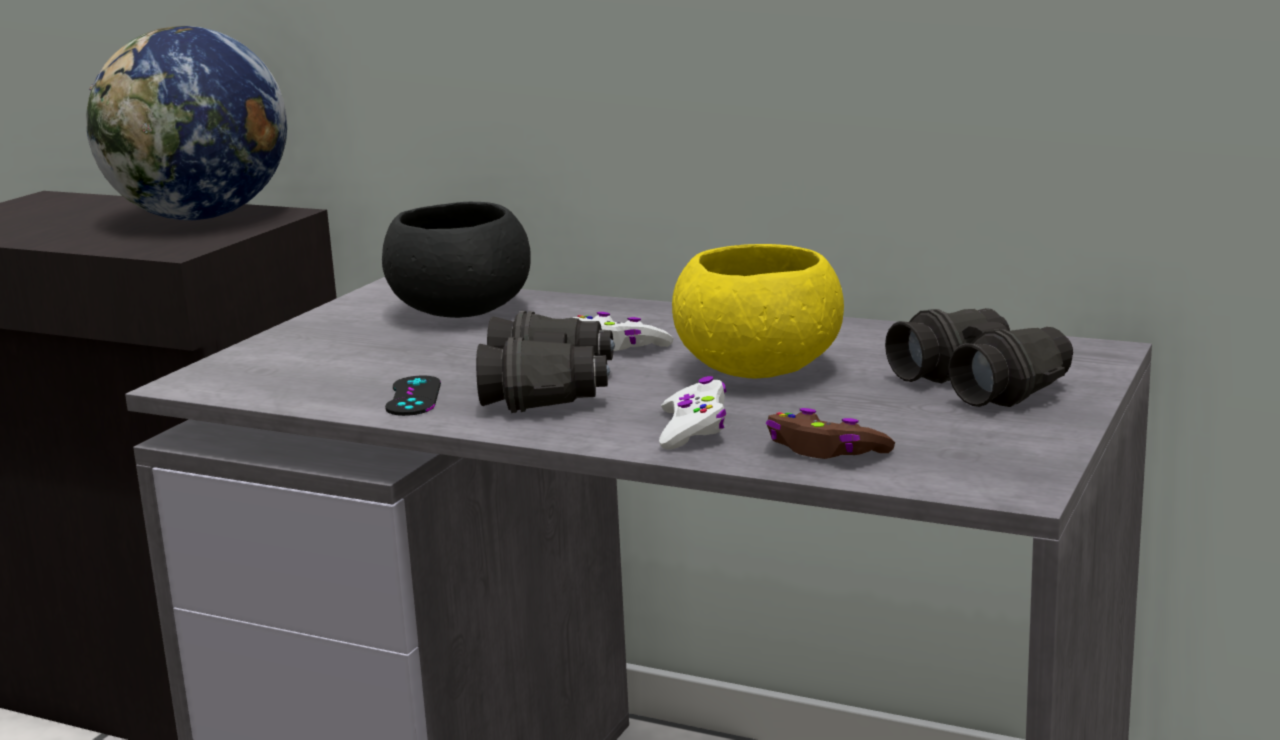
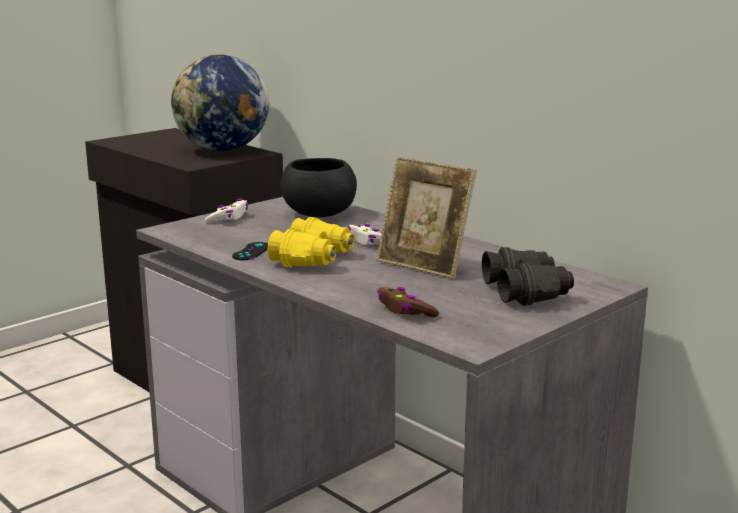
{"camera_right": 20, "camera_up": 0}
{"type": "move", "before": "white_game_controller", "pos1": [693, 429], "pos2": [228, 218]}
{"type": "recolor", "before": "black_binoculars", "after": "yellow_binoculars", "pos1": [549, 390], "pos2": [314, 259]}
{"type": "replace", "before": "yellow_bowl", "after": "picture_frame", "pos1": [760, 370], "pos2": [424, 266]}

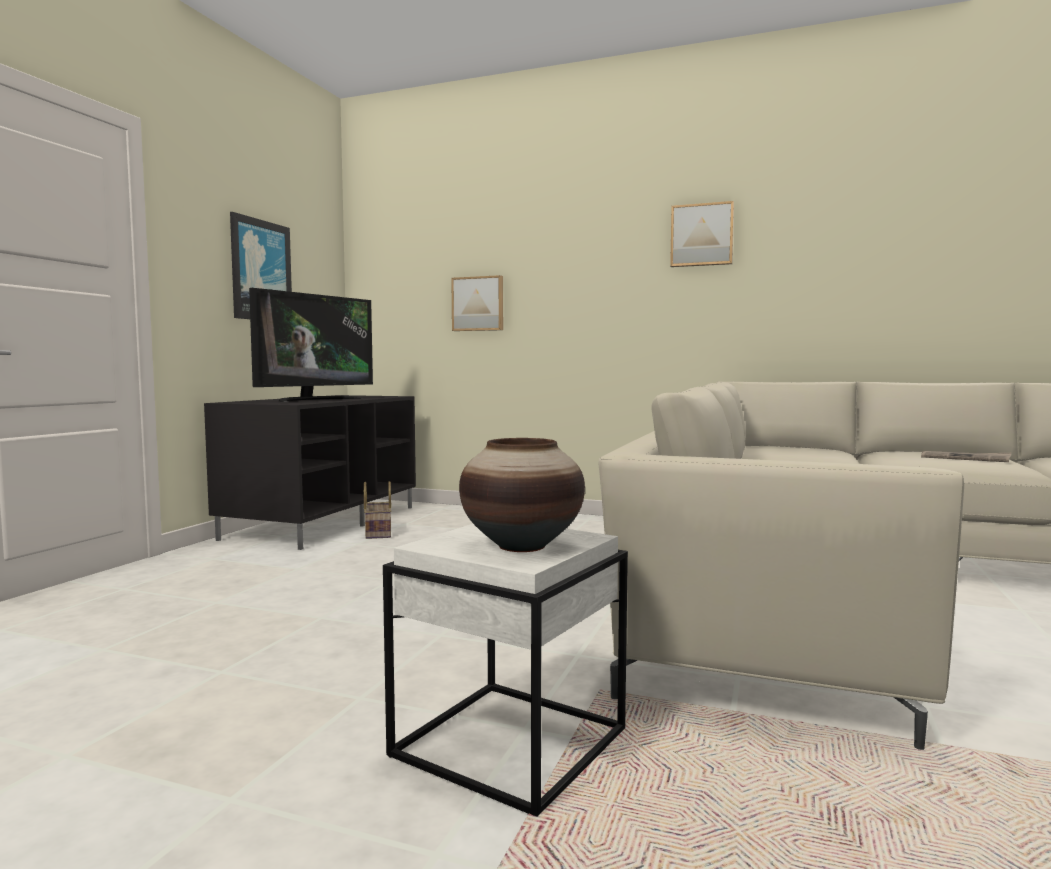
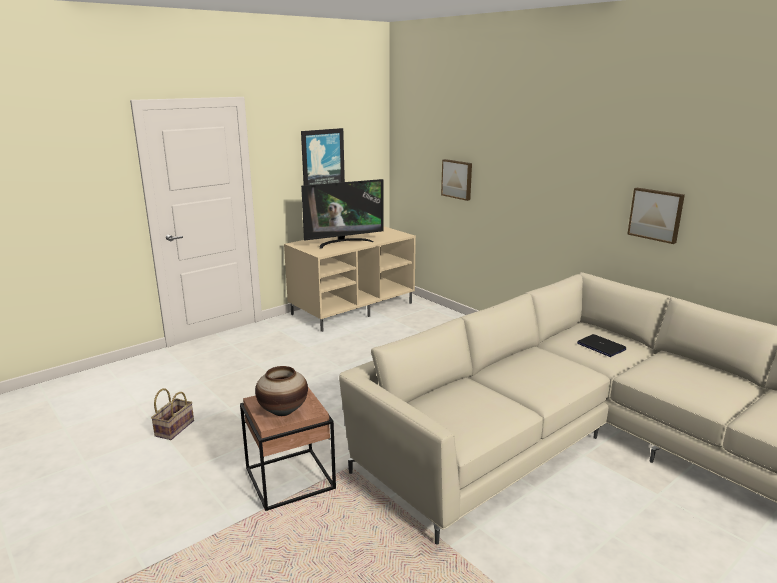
{"camera_right": 30, "camera_up": 15}
{"type": "move", "before": "basket", "pos1": [377, 532], "pos2": [174, 428]}
{"type": "recolor", "before": "white_side_table", "after": "brown_side_table", "pos1": [507, 743], "pos2": [289, 479]}
{"type": "recolor", "before": "black_tv_stand", "after": "beige_tv_stand", "pos1": [323, 522], "pos2": [353, 308]}
{"type": "insert", "after": "laptop", "pos2": [600, 346]}
{"type": "move", "before": "picture", "pos1": [702, 235], "pos2": [656, 214]}
{"type": "delete", "before": "newspaper", "pos1": [965, 458]}

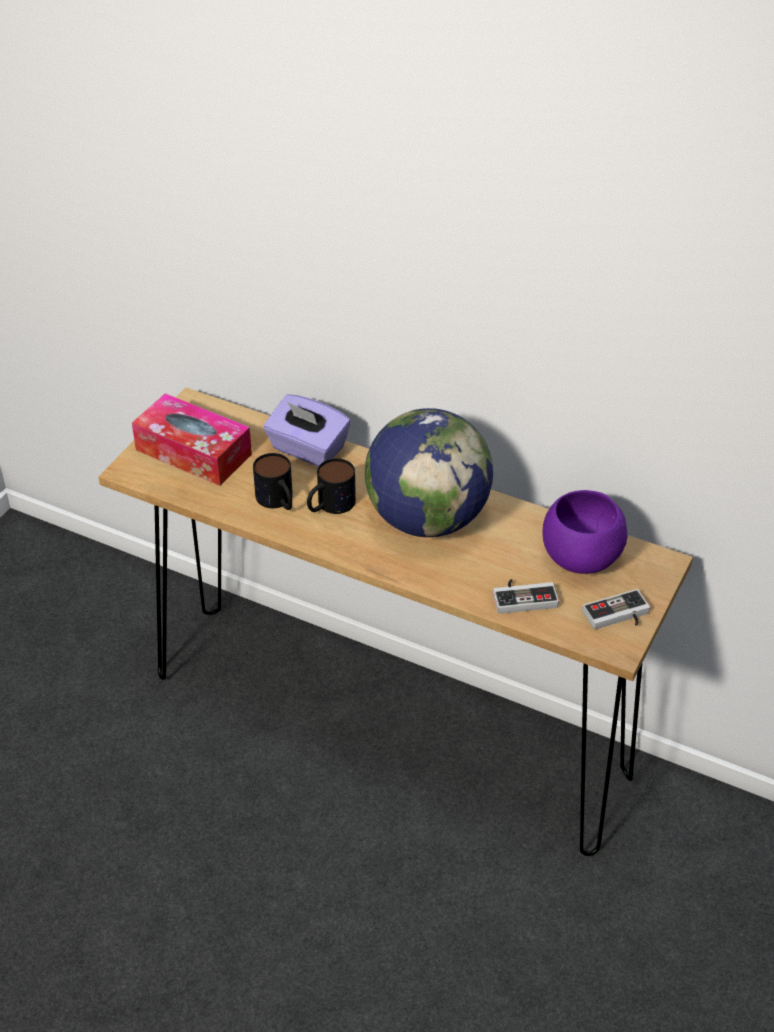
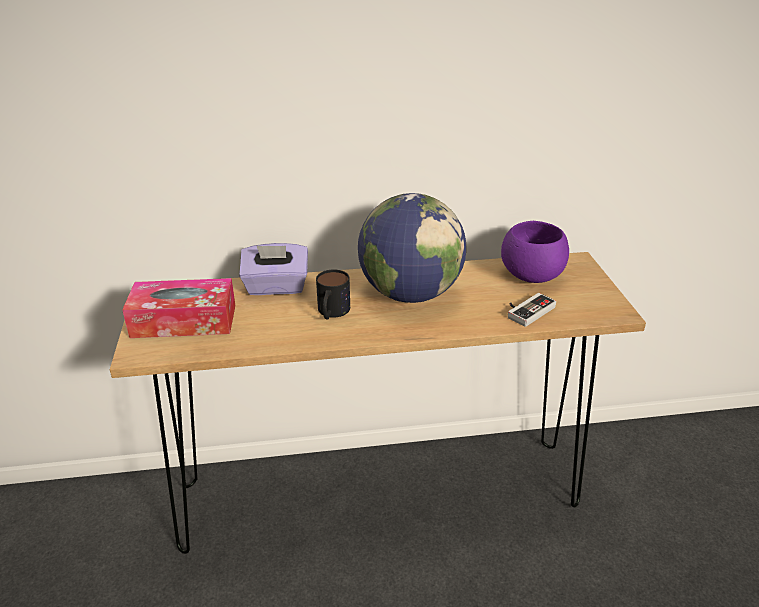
{"camera_right": -35, "camera_up": -10}
{"type": "delete", "before": "mug", "pos1": [278, 501]}
{"type": "delete", "before": "game_controller", "pos1": [618, 617]}

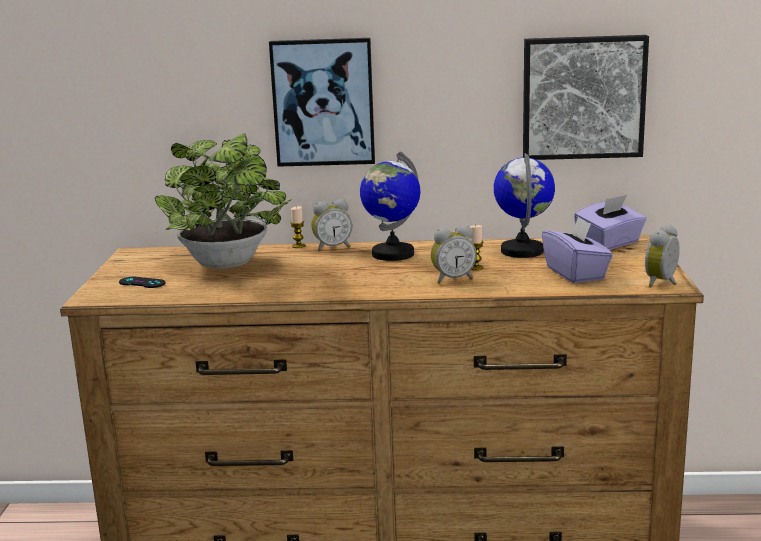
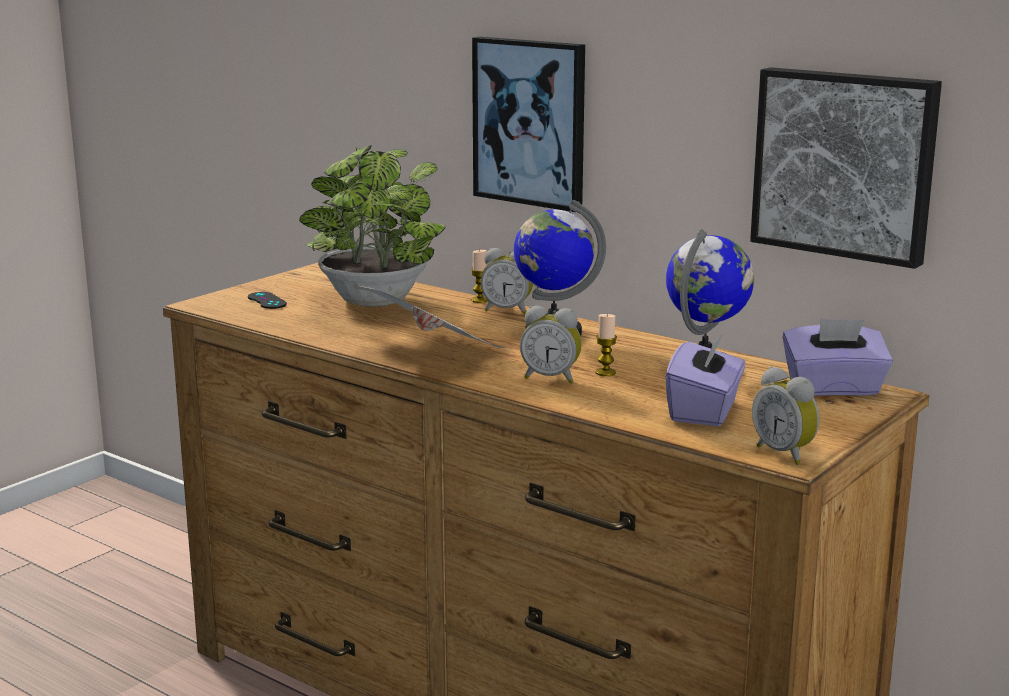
{"camera_right": 35, "camera_up": 0}
{"type": "insert", "after": "newspaper", "pos2": [433, 357]}
{"type": "rotate", "before": "alarm_clock", "pos1": [663, 283], "pos2": [785, 453], "turn": -105}

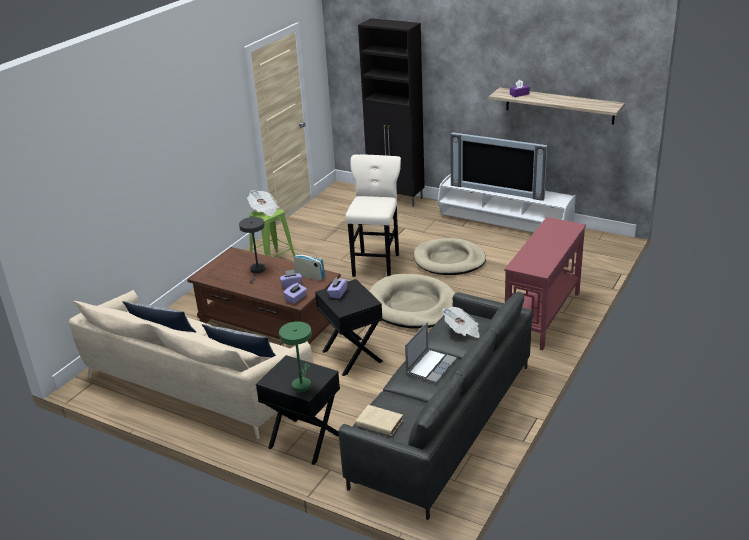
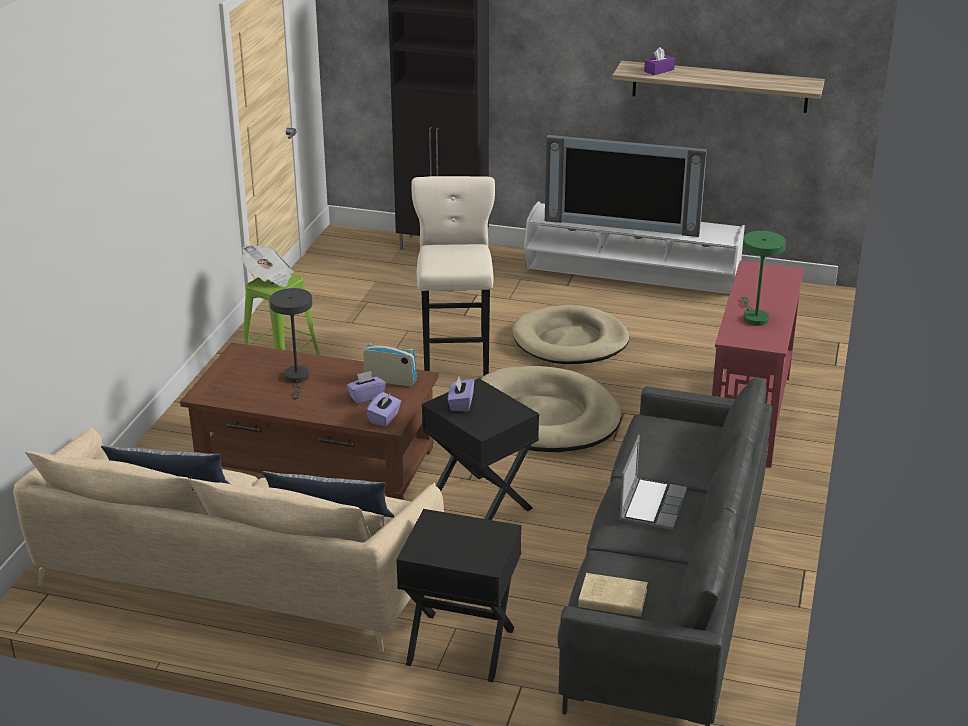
{"camera_right": -15, "camera_up": 0}
{"type": "move", "before": "green_table_lamp", "pos1": [301, 383], "pos2": [754, 317]}
{"type": "delete", "before": "newspaper", "pos1": [462, 331]}

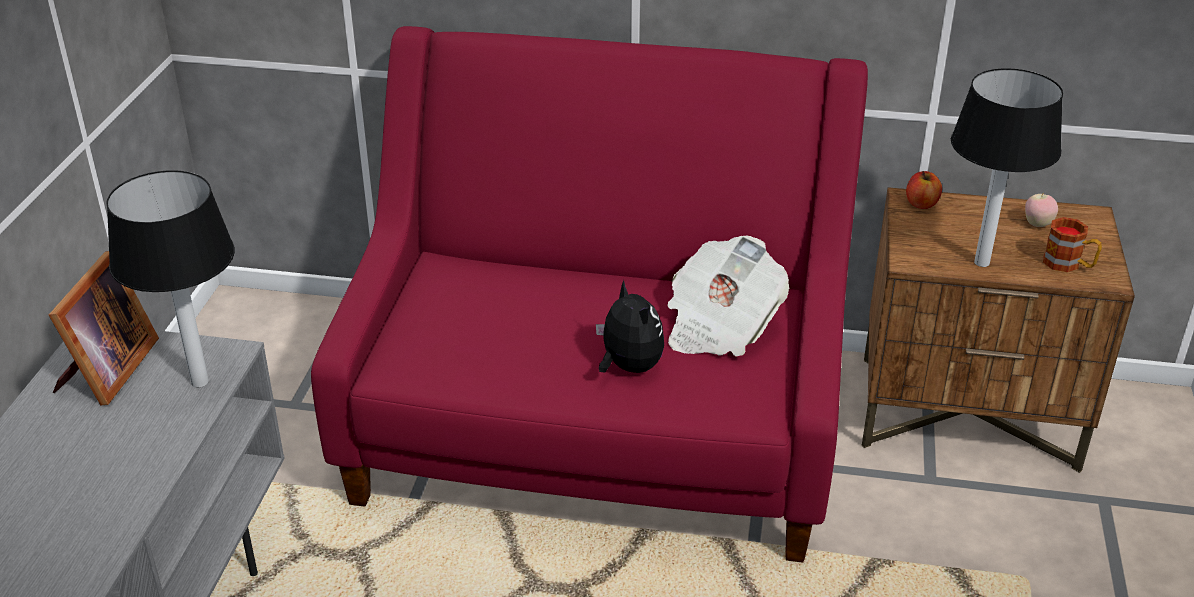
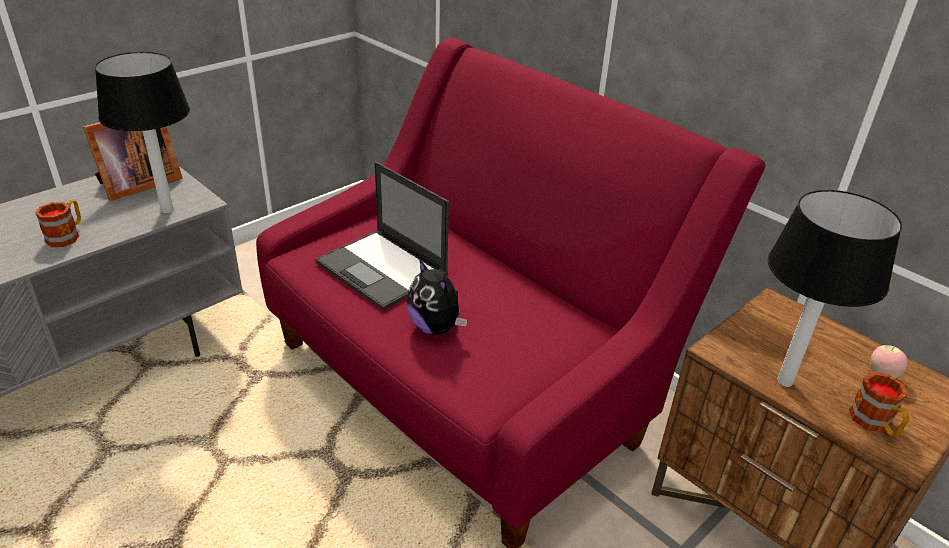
{"camera_right": 35, "camera_up": 0}
{"type": "insert", "after": "mug", "pos2": [67, 235]}
{"type": "insert", "after": "laptop", "pos2": [383, 269]}
{"type": "rotate", "before": "plush_toy", "pos1": [628, 367], "pos2": [436, 327], "turn": 135}
{"type": "delete", "before": "newspaper", "pos1": [720, 325]}
{"type": "delete", "before": "apple", "pos1": [921, 204]}

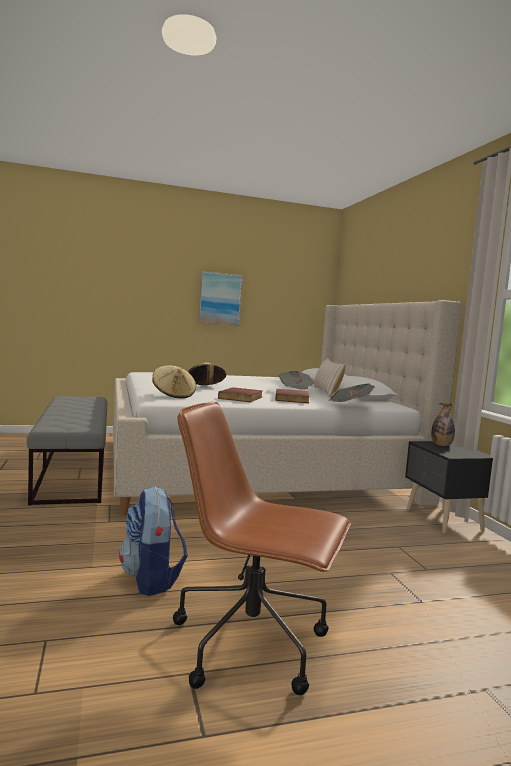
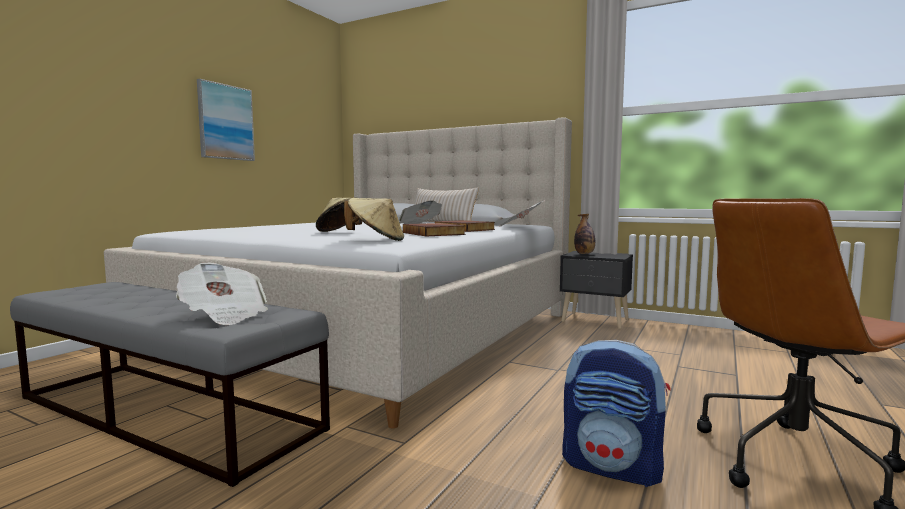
{"camera_right": -45, "camera_up": 0}
{"type": "insert", "after": "newspaper", "pos2": [224, 315]}

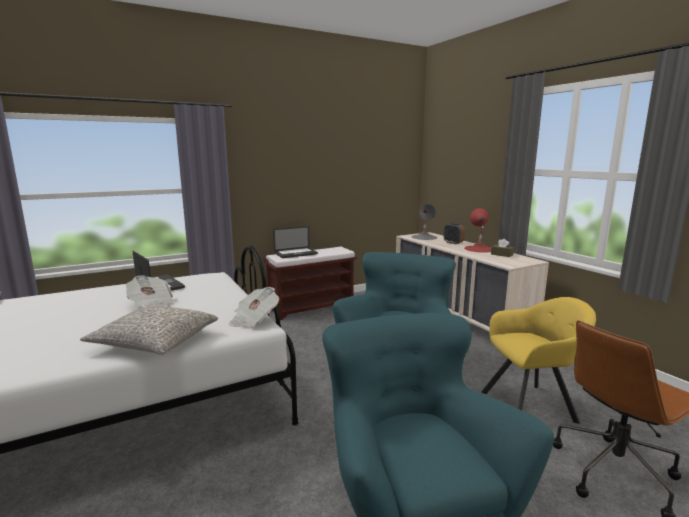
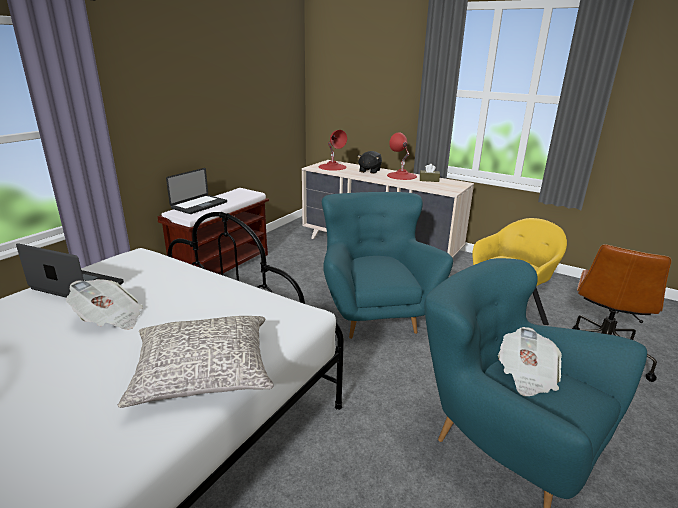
{"camera_right": -30, "camera_up": 10}
{"type": "recolor", "before": "grey_table_lamp", "after": "red_table_lamp", "pos1": [424, 237], "pos2": [332, 167]}
{"type": "replace", "before": "alarm_clock", "after": "black_plush_toy", "pos1": [453, 243], "pos2": [369, 171]}
{"type": "move", "before": "newspaper", "pos1": [254, 320], "pos2": [526, 376]}

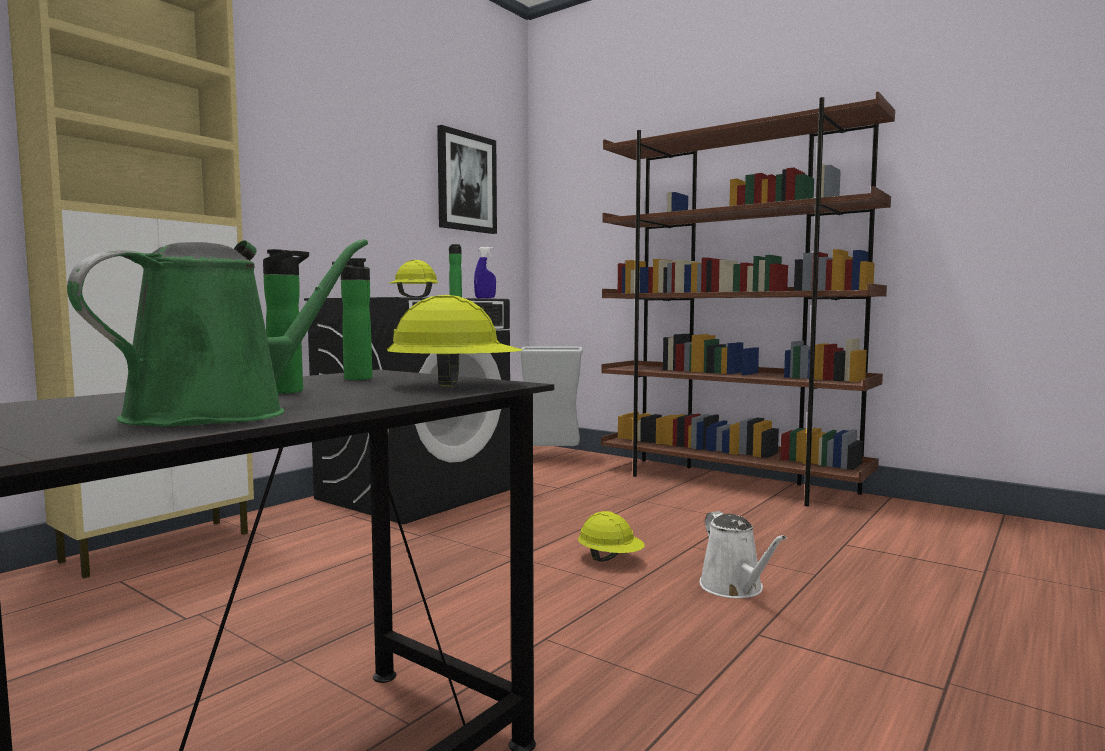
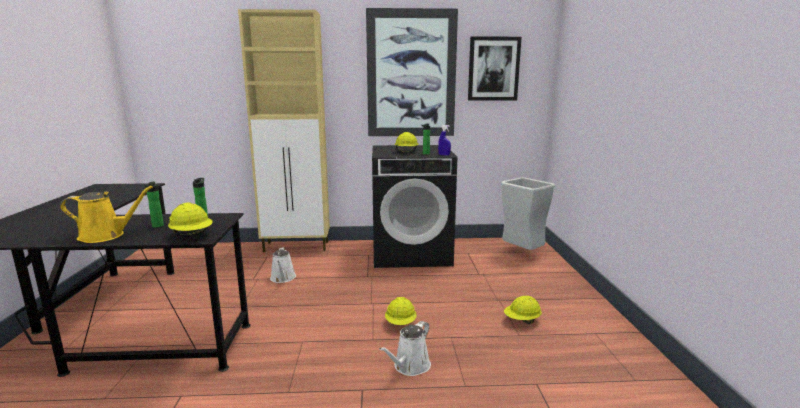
{"camera_right": 50, "camera_up": 10}
{"type": "recolor", "before": "green_watering_can", "after": "yellow_watering_can", "pos1": [222, 413], "pos2": [106, 236]}
{"type": "insert", "after": "white_watering_can", "pos2": [283, 278]}
{"type": "insert", "after": "picture", "pos2": [411, 74]}
{"type": "insert", "after": "yellow_hard_hat", "pos2": [522, 320]}
{"type": "delete", "before": "brown_bookcase", "pos1": [729, 482]}

